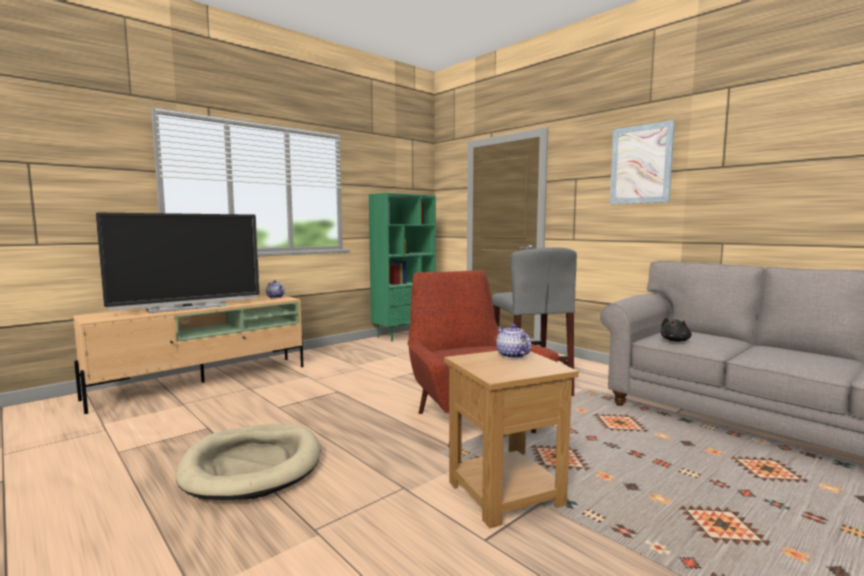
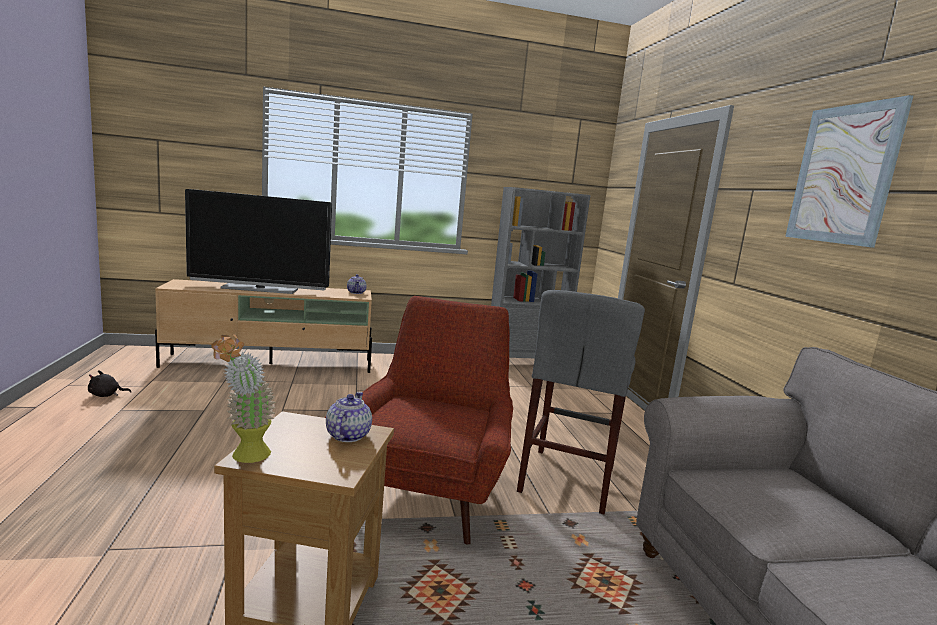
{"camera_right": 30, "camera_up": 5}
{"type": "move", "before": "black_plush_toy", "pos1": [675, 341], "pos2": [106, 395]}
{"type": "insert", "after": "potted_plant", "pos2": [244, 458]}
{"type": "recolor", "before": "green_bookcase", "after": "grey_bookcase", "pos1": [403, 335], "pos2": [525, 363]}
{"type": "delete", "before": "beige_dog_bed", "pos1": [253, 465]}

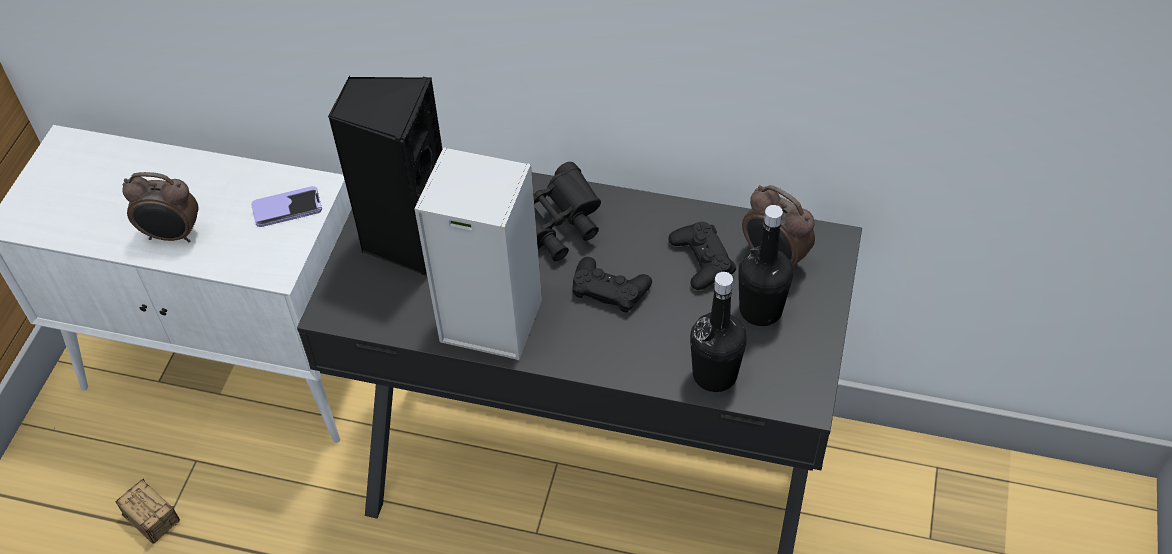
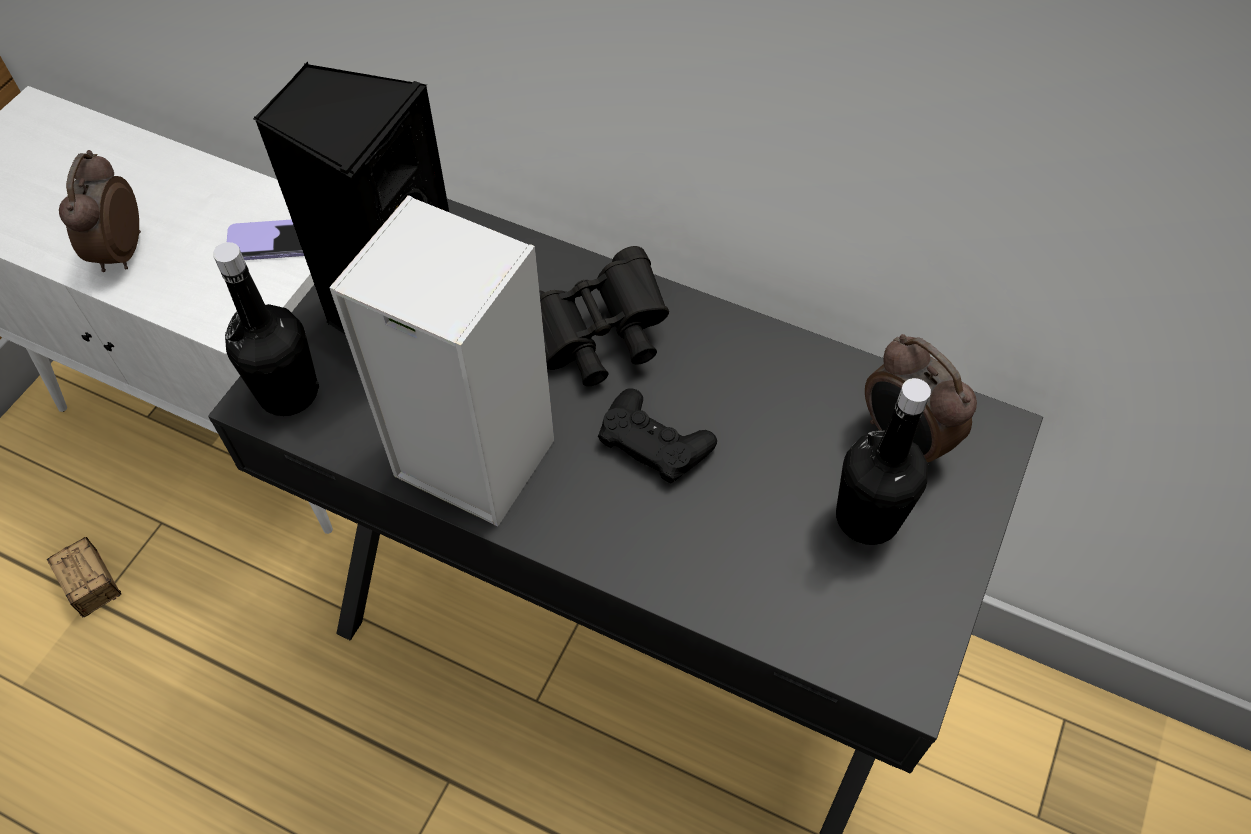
{"camera_right": 10, "camera_up": 5}
{"type": "rotate", "before": "alarm_clock", "pos1": [172, 235], "pos2": [119, 252], "turn": 75}
{"type": "move", "before": "black_bottle", "pos1": [714, 375], "pos2": [288, 392]}
{"type": "delete", "before": "black_game_controller", "pos1": [702, 260]}

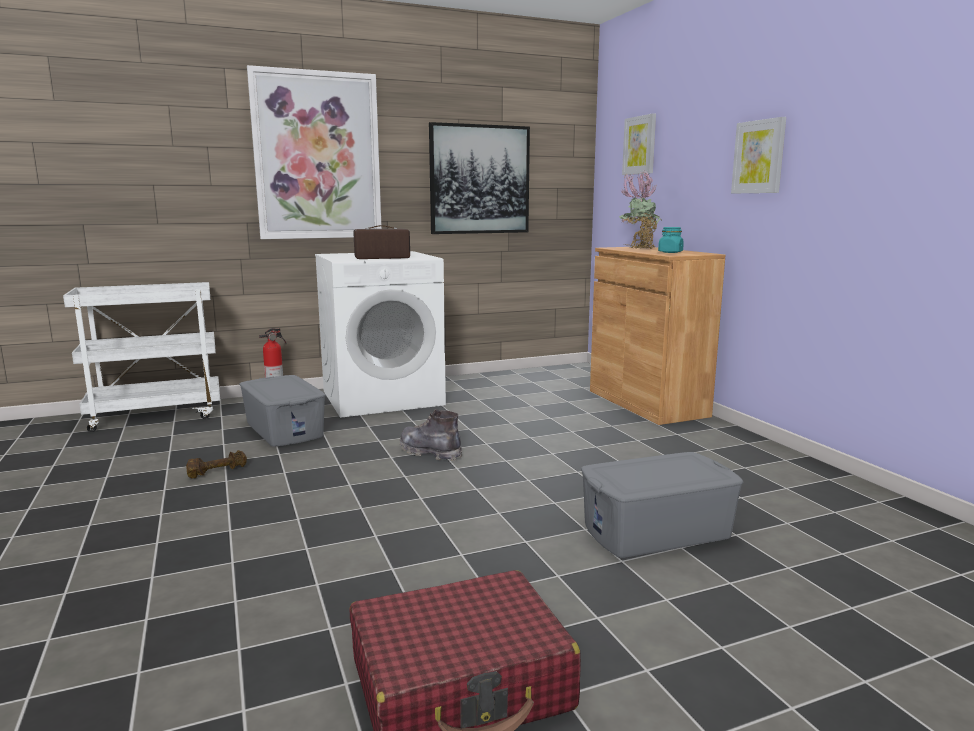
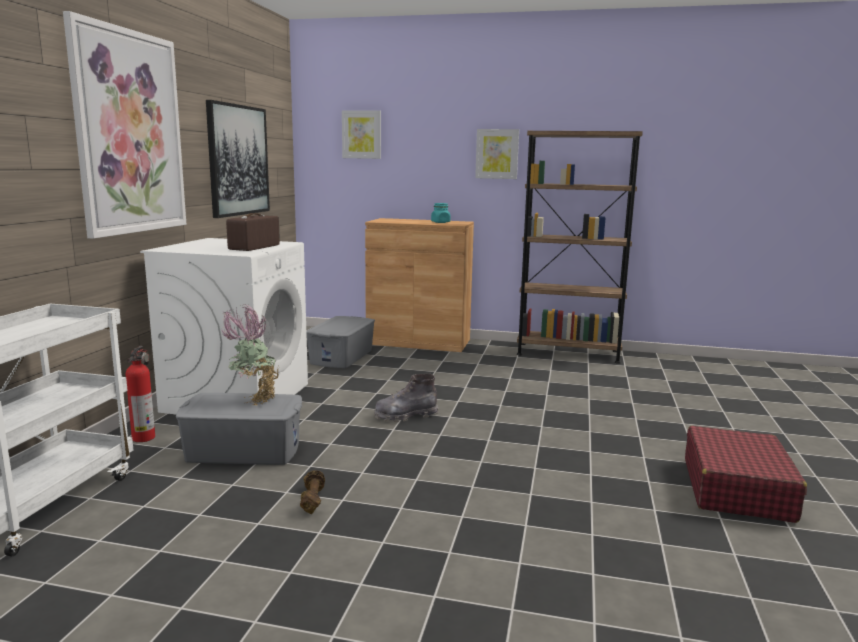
{"camera_right": -55, "camera_up": 0}
{"type": "move", "before": "potted_plant", "pos1": [638, 249], "pos2": [254, 400]}
{"type": "move", "before": "grey_storage_box", "pos1": [657, 531], "pos2": [342, 356]}
{"type": "insert", "after": "brown_bookcase", "pos2": [568, 353]}

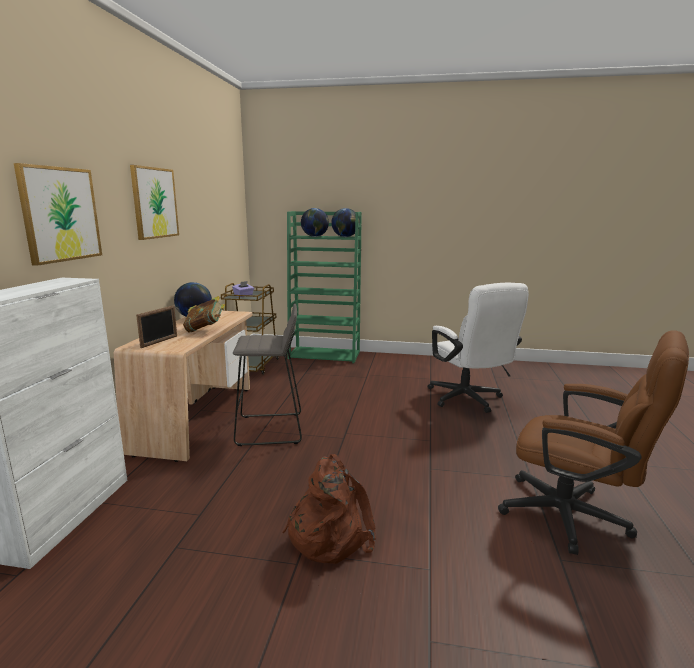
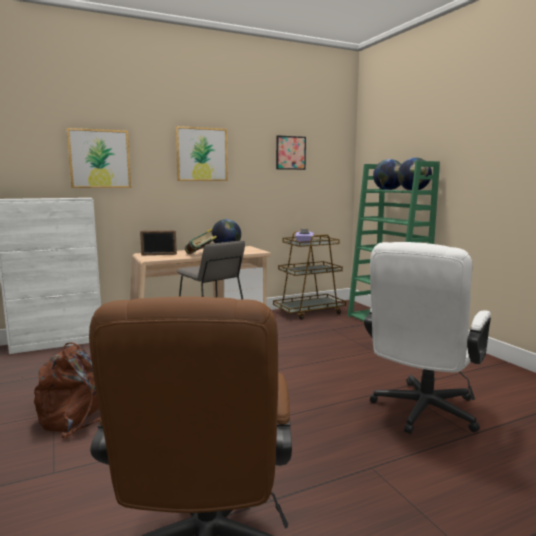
{"camera_right": 55, "camera_up": -5}
{"type": "insert", "after": "picture", "pos2": [290, 153]}

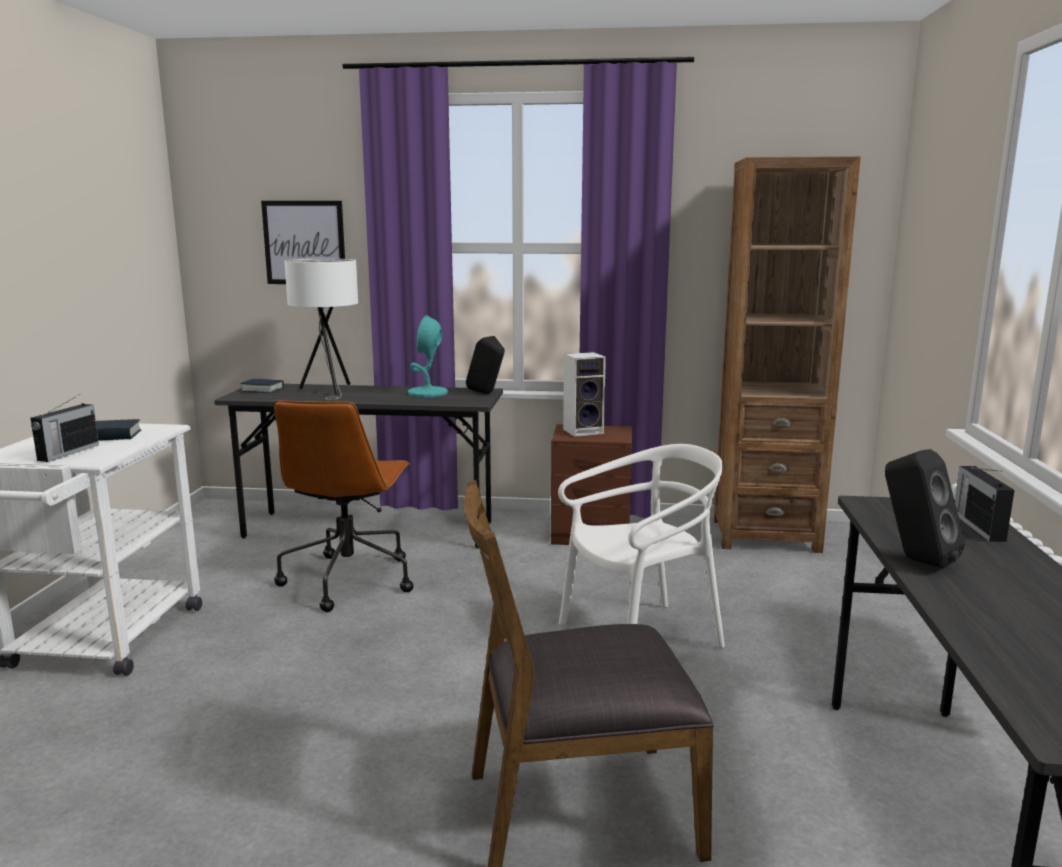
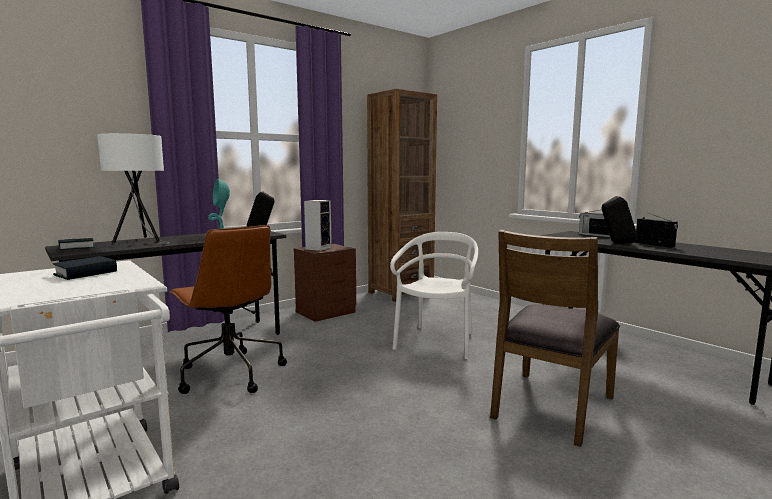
{"camera_right": -45, "camera_up": -5}
{"type": "move", "before": "radio", "pos1": [67, 453], "pos2": [655, 244]}
{"type": "delete", "before": "picture", "pos1": [304, 243]}

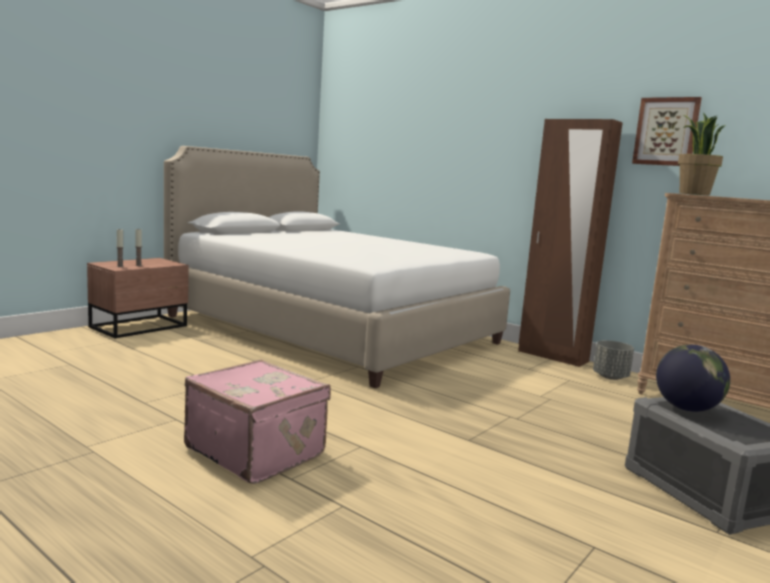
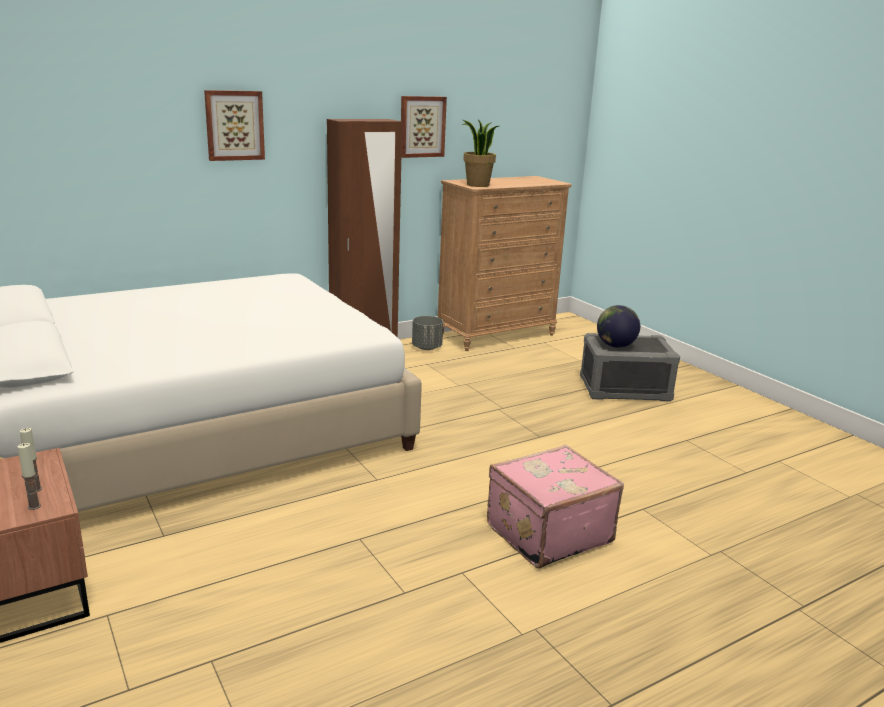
{"camera_right": -70, "camera_up": 10}
{"type": "insert", "after": "picture", "pos2": [234, 125]}

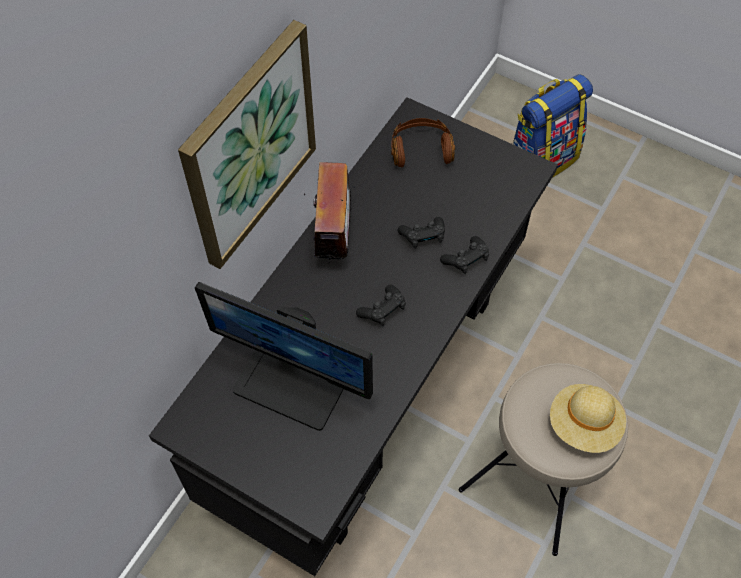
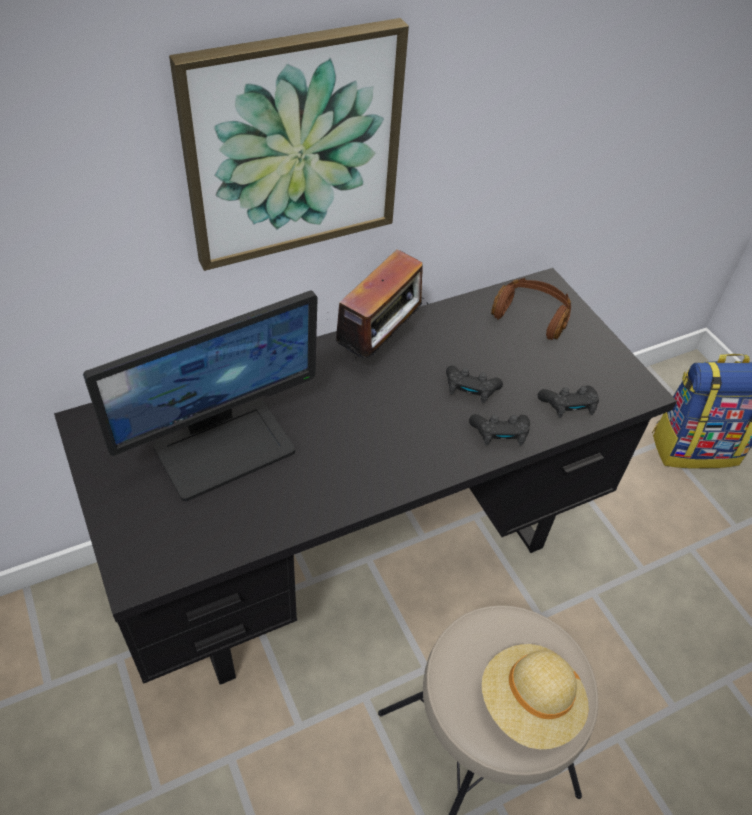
{"camera_right": 30, "camera_up": -10}
{"type": "rotate", "before": "monitor", "pos1": [293, 382], "pos2": [224, 446], "turn": -90}
{"type": "move", "before": "black_game_controller", "pos1": [383, 310], "pos2": [568, 407]}

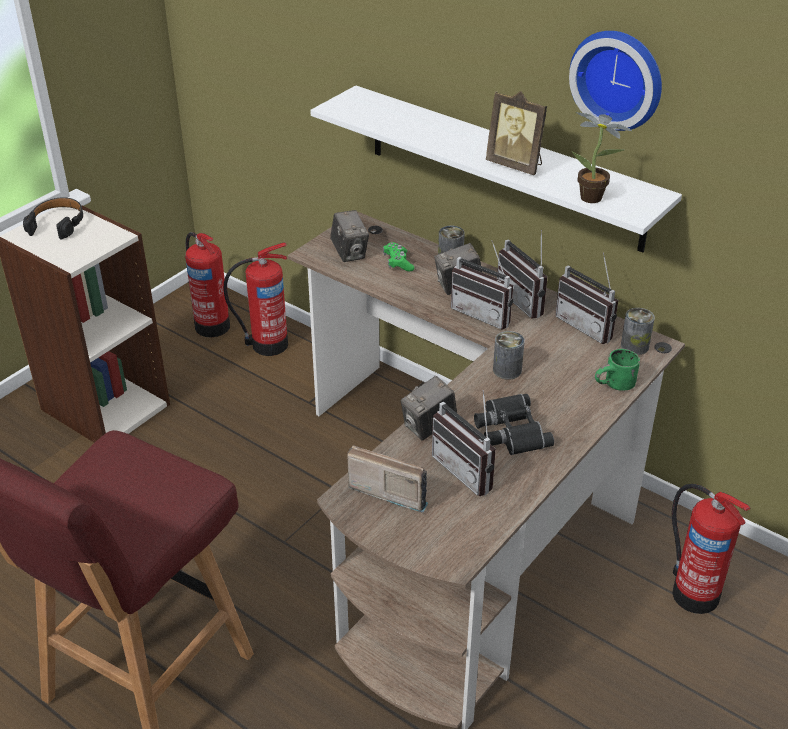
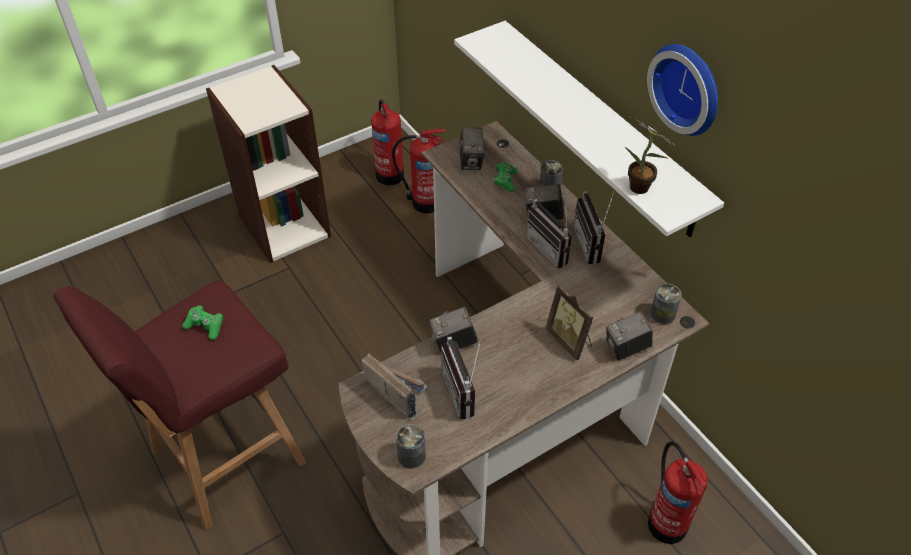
{"camera_right": 20, "camera_up": 10}
{"type": "insert", "after": "green_game_controller", "pos2": [205, 326]}
{"type": "move", "before": "can", "pos1": [507, 370], "pos2": [411, 456]}
{"type": "move", "before": "picture_frame", "pos1": [516, 165], "pos2": [569, 340]}
{"type": "replace", "before": "green_mug", "after": "photo_camera", "pos1": [616, 386], "pos2": [626, 349]}
{"type": "delete", "before": "black_headphones", "pos1": [57, 224]}
{"type": "delete", "before": "black_binoculars", "pos1": [509, 430]}
{"type": "delete", "before": "radio", "pos1": [589, 326]}

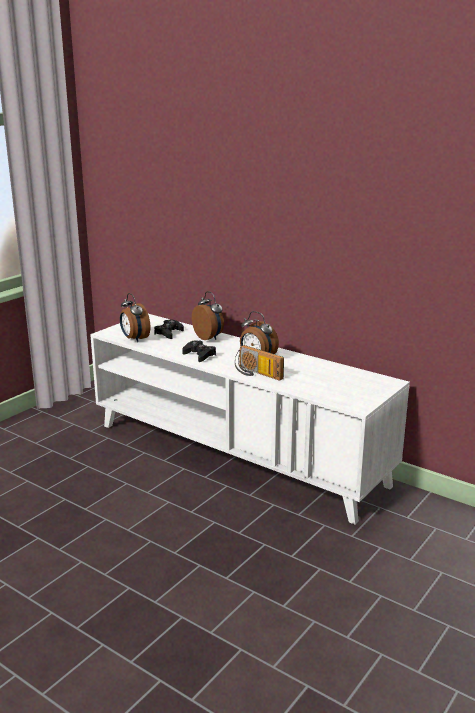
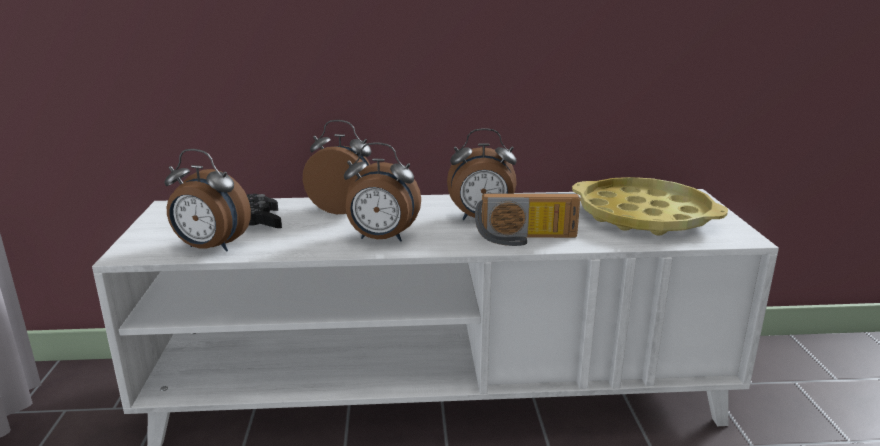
{"camera_right": -40, "camera_up": 0}
{"type": "replace", "before": "black_game_controller", "after": "alarm_clock", "pos1": [199, 355], "pos2": [381, 239]}
{"type": "insert", "after": "yellow_tray", "pos2": [644, 216]}

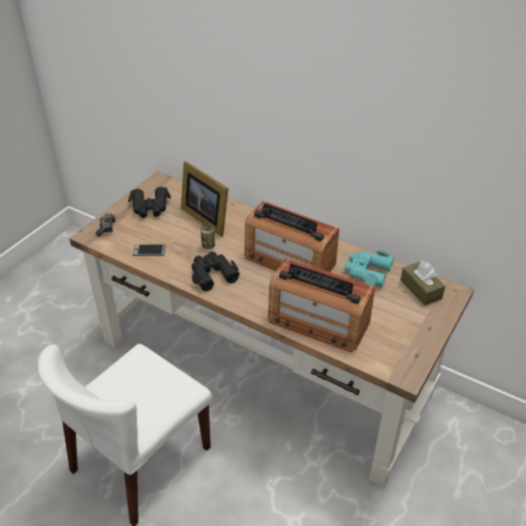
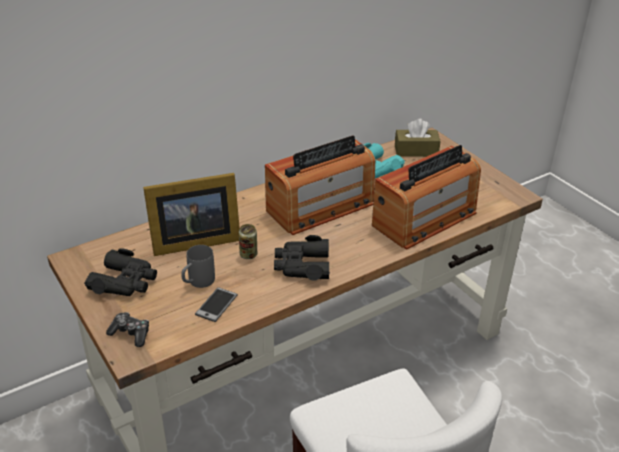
{"camera_right": -65, "camera_up": -5}
{"type": "insert", "after": "grey_mug", "pos2": [197, 283]}

